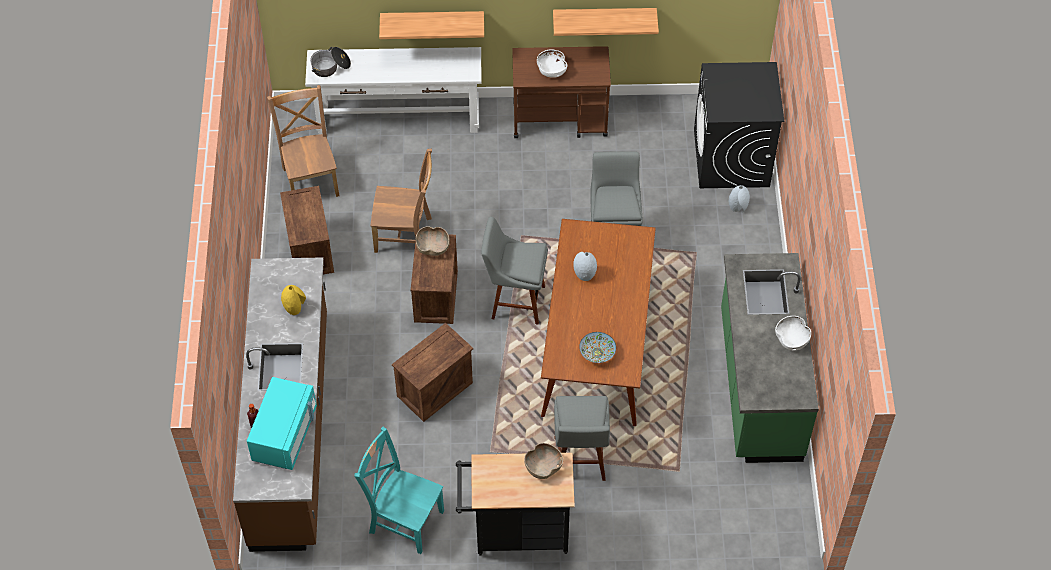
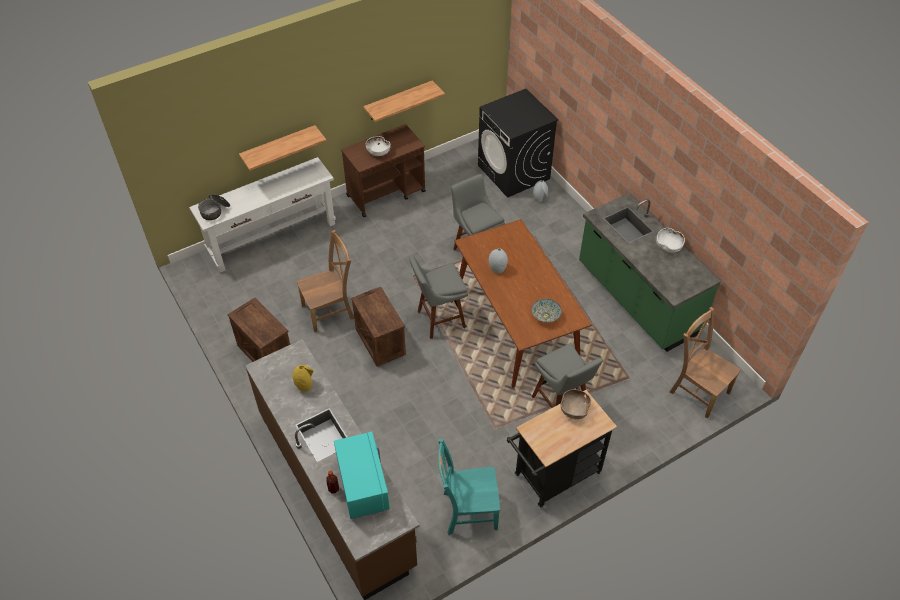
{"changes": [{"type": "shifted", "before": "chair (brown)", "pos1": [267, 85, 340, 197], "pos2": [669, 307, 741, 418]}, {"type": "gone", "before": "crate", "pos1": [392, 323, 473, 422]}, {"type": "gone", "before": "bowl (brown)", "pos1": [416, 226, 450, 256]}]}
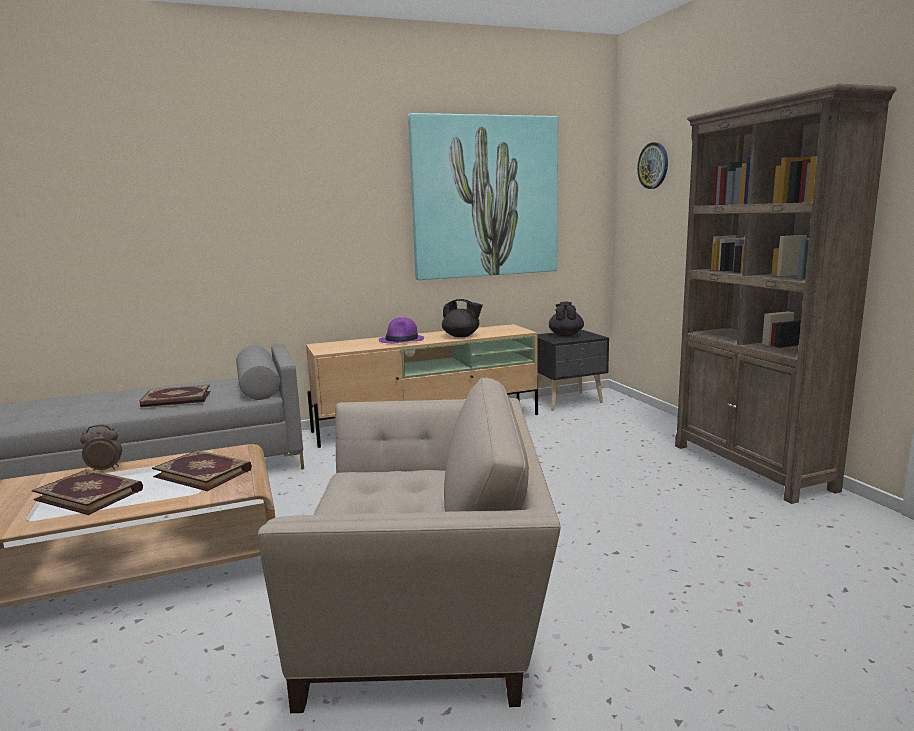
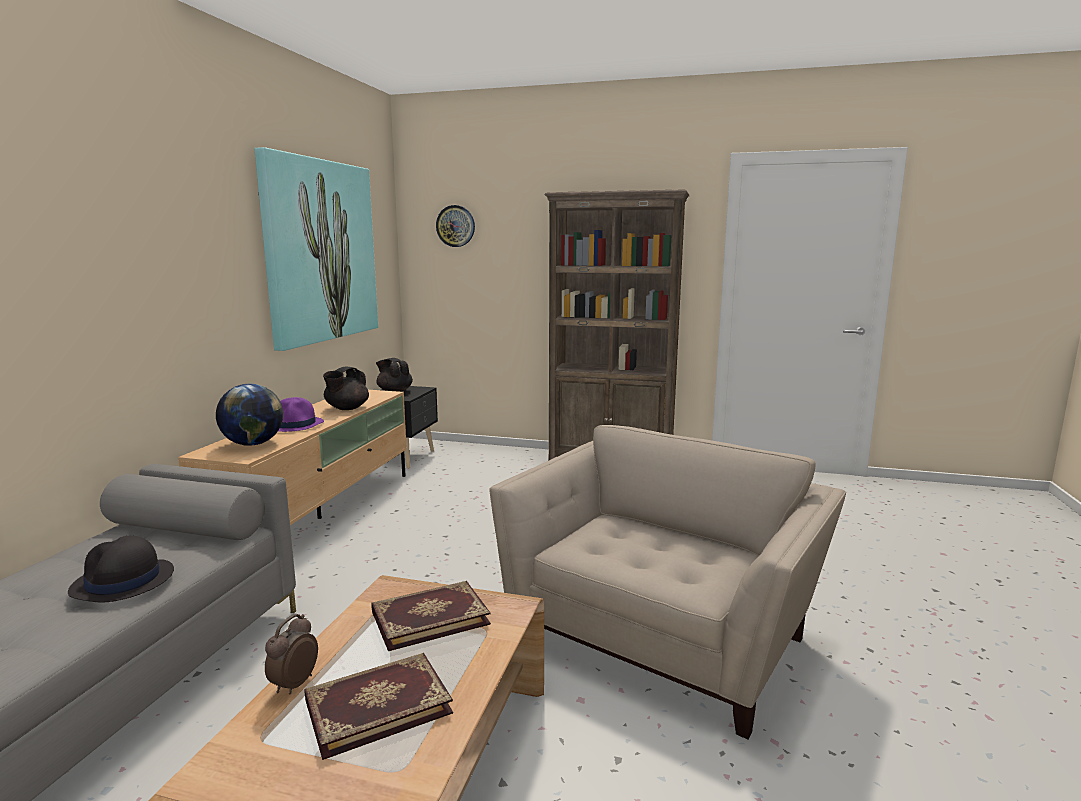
{"changes": [{"type": "swapped", "before": "book", "after": "hat (black)", "pos1": [140, 385, 211, 407], "pos2": [68, 536, 174, 603]}, {"type": "new", "after": "globe", "pos2": [216, 384, 283, 446]}, {"type": "rotated", "before": "teapot (black)", "pos1": [442, 299, 483, 337], "pos2": [323, 366, 369, 410], "turn": 150}]}
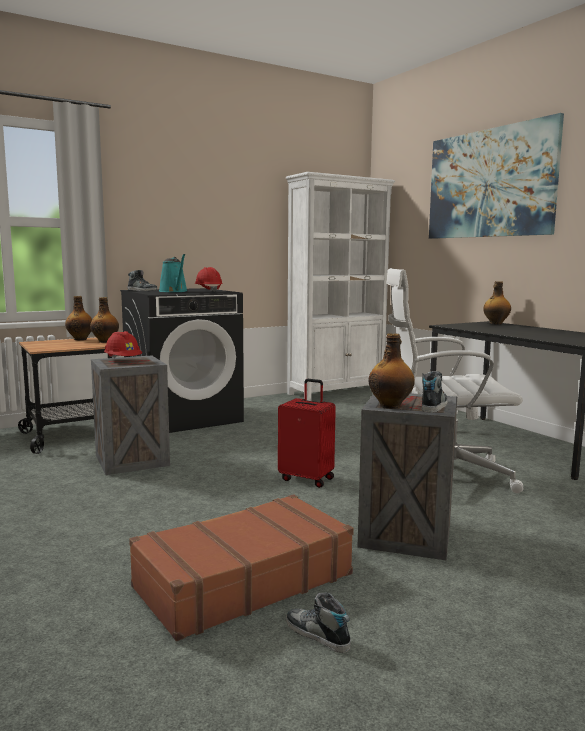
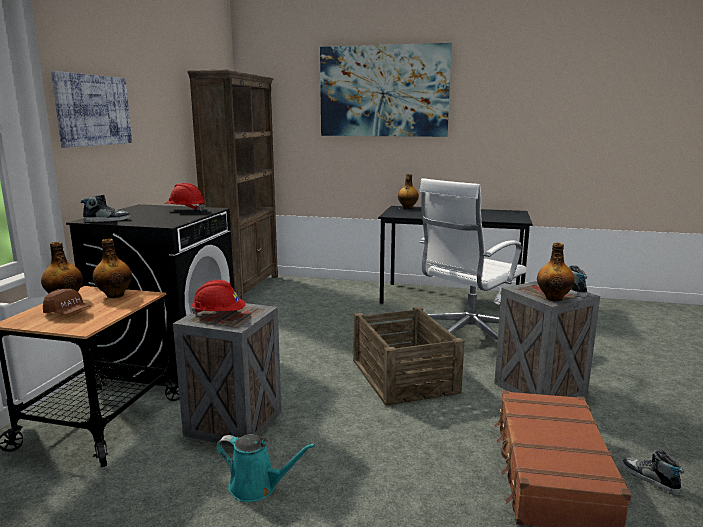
{"changes": [{"type": "new", "after": "cap (brown)", "pos2": [43, 288, 91, 315]}, {"type": "new", "after": "picture", "pos2": [51, 71, 132, 148]}, {"type": "repainted", "before": "bookcase (white)", "after": "bookcase (brown)", "pos1": [286, 172, 395, 401], "pos2": [188, 70, 278, 301]}, {"type": "shifted", "before": "watering can (turquoise)", "pos1": [159, 254, 188, 292], "pos2": [216, 434, 315, 502]}, {"type": "swapped", "before": "suitcase (red)", "after": "crate", "pos1": [278, 379, 336, 488], "pos2": [353, 307, 464, 406]}, {"type": "rotated", "before": "shoe", "pos1": [286, 592, 351, 653], "pos2": [622, 449, 684, 495], "turn": 60}]}
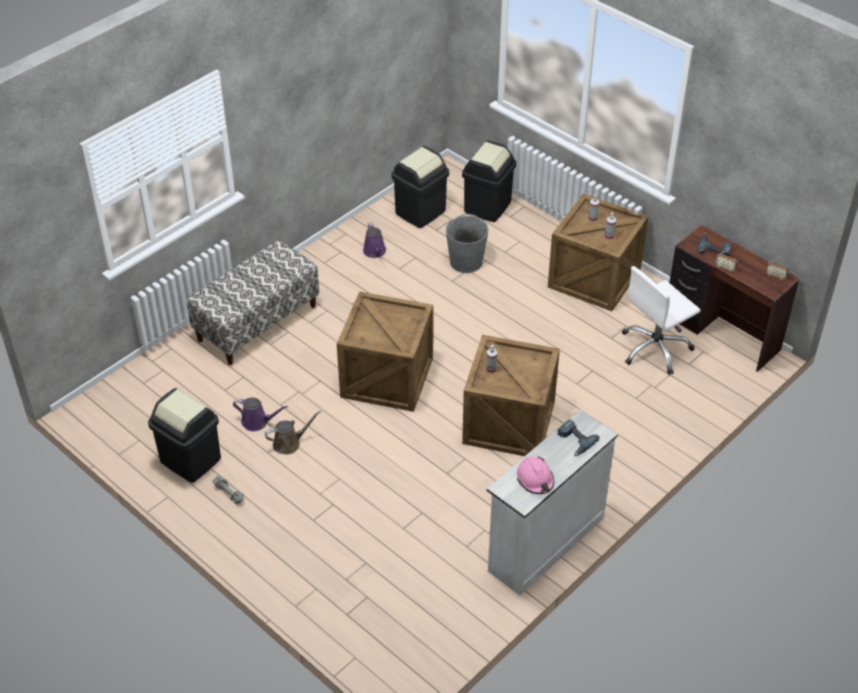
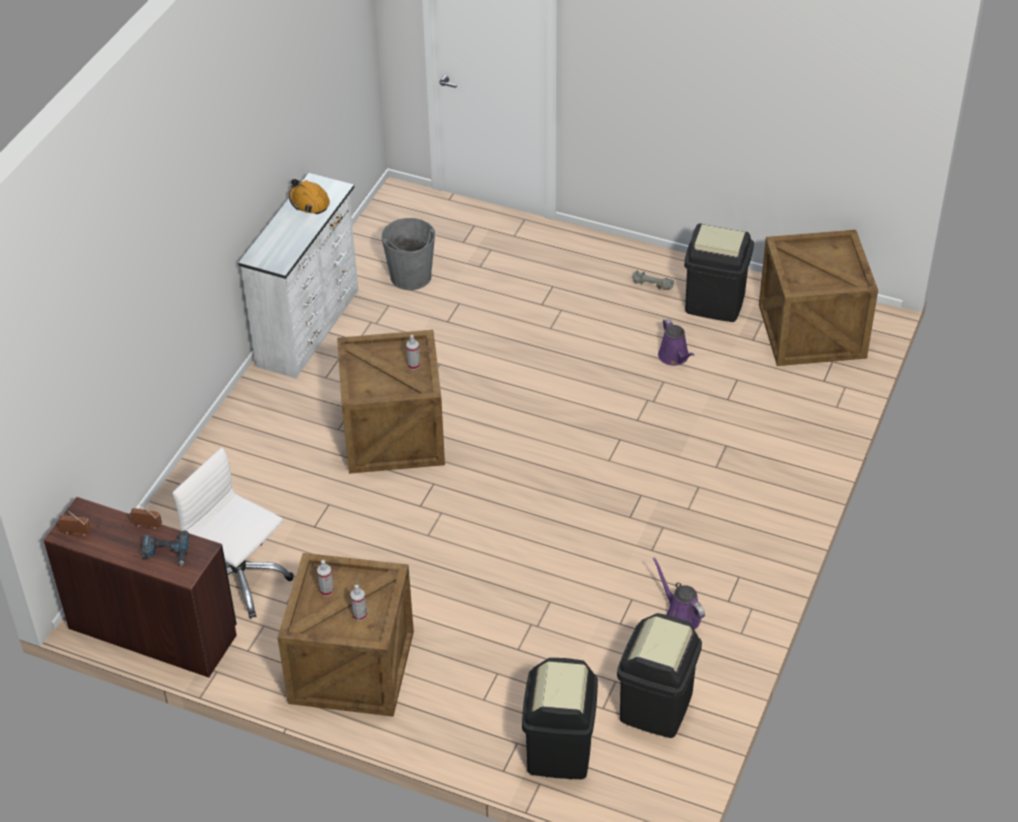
{"changes": [{"type": "rotated", "before": "office chair (white)", "pos1": [622, 266, 701, 375], "pos2": [173, 448, 293, 619], "turn": -90}, {"type": "repainted", "before": "hard hat (pink)", "after": "hard hat (orange)", "pos1": [517, 456, 554, 494], "pos2": [289, 179, 330, 214]}, {"type": "shifted", "before": "bucket (grey)", "pos1": [446, 214, 489, 273], "pos2": [381, 218, 435, 290]}, {"type": "rotated", "before": "watering can (purple)", "pos1": [233, 397, 288, 432], "pos2": [658, 318, 694, 366], "turn": -105}, {"type": "shifted", "before": "crate", "pos1": [337, 291, 433, 412], "pos2": [759, 230, 878, 366]}, {"type": "gone", "before": "bench", "pos1": [187, 240, 319, 365]}, {"type": "gone", "before": "watering can (brown)", "pos1": [265, 411, 321, 455]}, {"type": "gone", "before": "power drill", "pos1": [557, 419, 599, 456]}]}
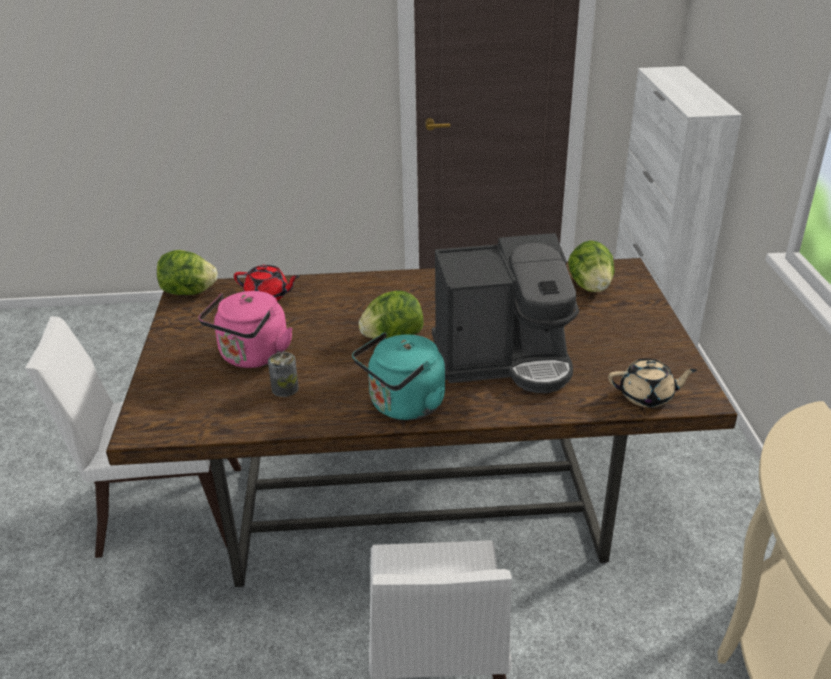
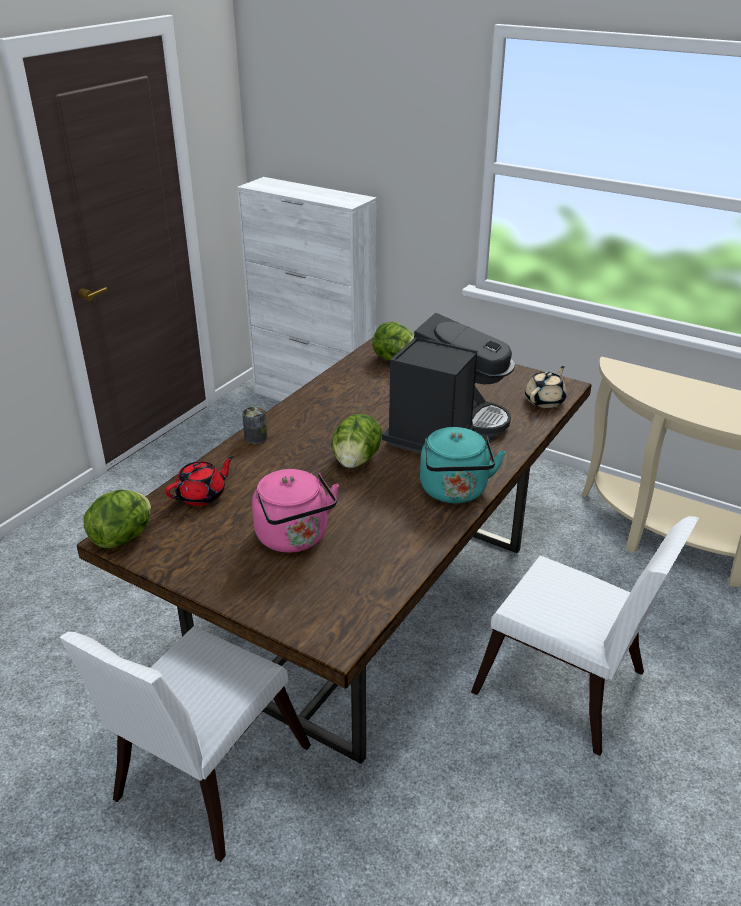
{"changes": [{"type": "shifted", "before": "can", "pos1": [268, 352, 299, 397], "pos2": [242, 406, 267, 444]}]}
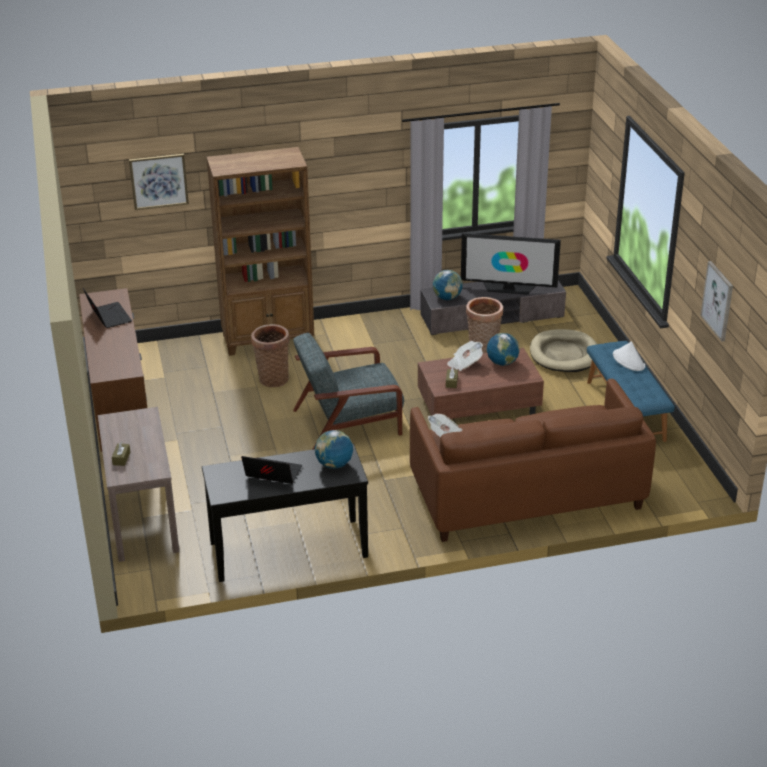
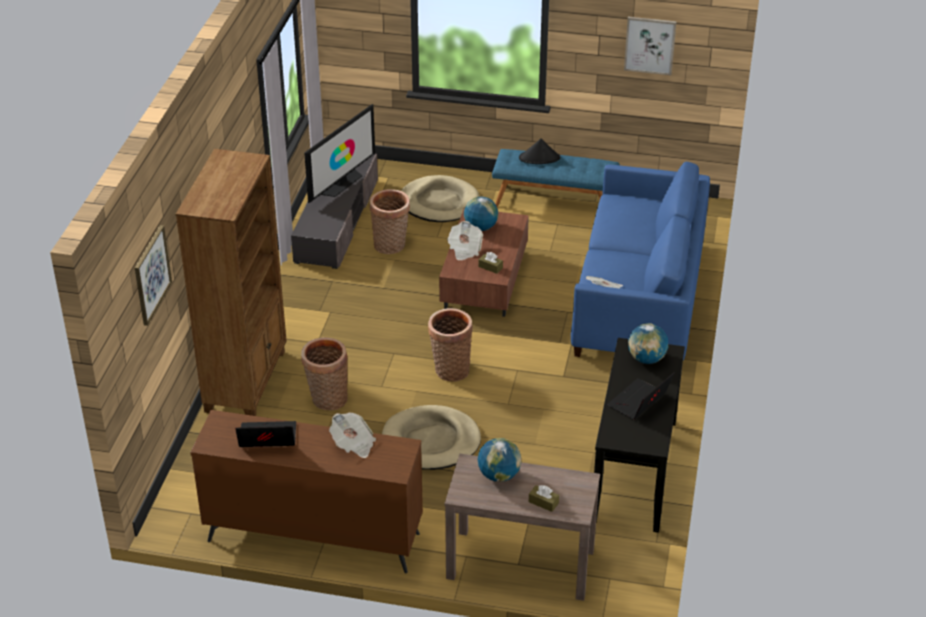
{"changes": [{"type": "new", "after": "newspaper", "pos2": [329, 413, 376, 458]}, {"type": "new", "after": "dog bed (beige)", "pos2": [382, 405, 481, 470]}, {"type": "swapped", "before": "armchair (grey)", "after": "basket", "pos1": [293, 332, 404, 450], "pos2": [428, 308, 473, 382]}, {"type": "shifted", "before": "globe", "pos1": [433, 270, 463, 300], "pos2": [478, 438, 522, 482]}, {"type": "repainted", "before": "hat (white)", "after": "hat (black)", "pos1": [613, 341, 645, 371], "pos2": [519, 139, 560, 164]}, {"type": "repainted", "before": "sofa (brown)", "after": "sofa (blue)", "pos1": [410, 379, 656, 542], "pos2": [571, 162, 710, 360]}]}
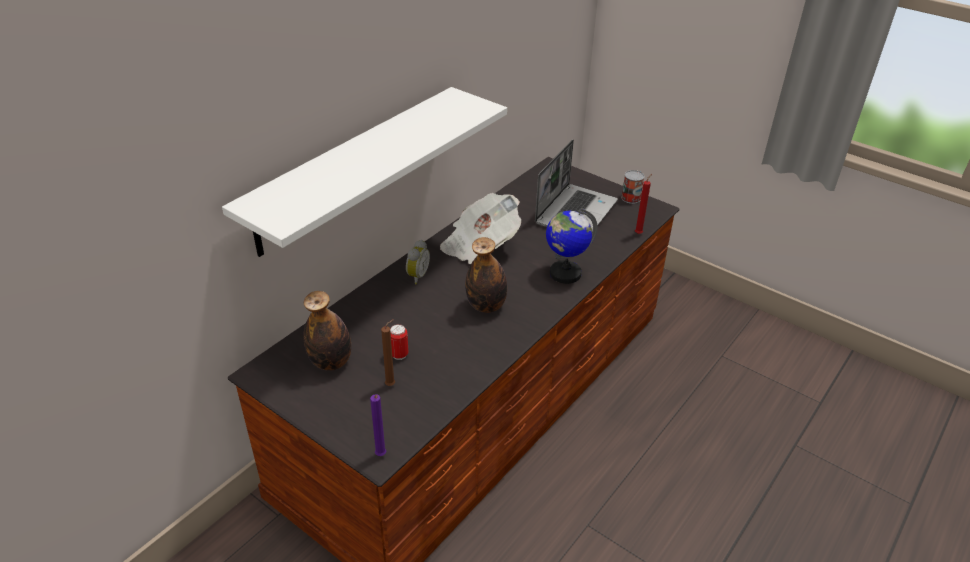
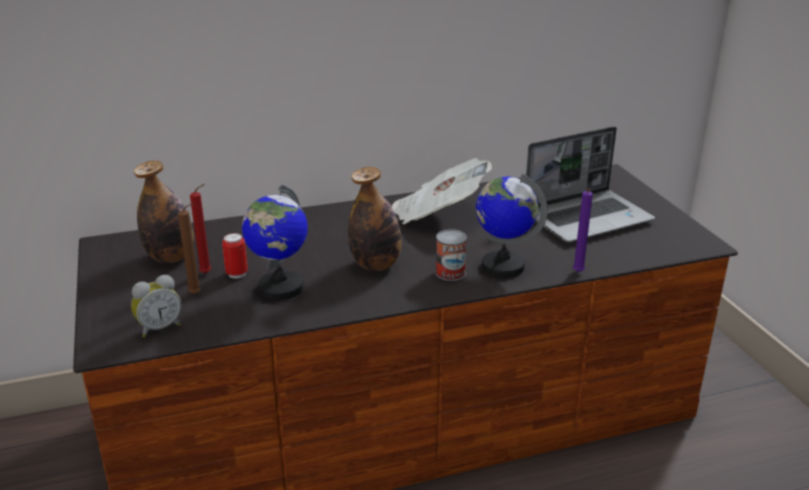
{"changes": [{"type": "shifted", "before": "alarm clock", "pos1": [406, 240, 430, 284], "pos2": [131, 275, 182, 338]}, {"type": "shifted", "before": "candle (red)", "pos1": [635, 174, 652, 234], "pos2": [190, 184, 211, 274]}, {"type": "new", "after": "globe", "pos2": [242, 185, 308, 300]}, {"type": "shifted", "before": "can", "pos1": [621, 170, 645, 204], "pos2": [436, 229, 467, 281]}, {"type": "shifted", "before": "candle (purple)", "pos1": [370, 394, 386, 456], "pos2": [573, 188, 593, 272]}, {"type": "gone", "before": "shelf (white)", "pos1": [222, 87, 507, 257]}]}
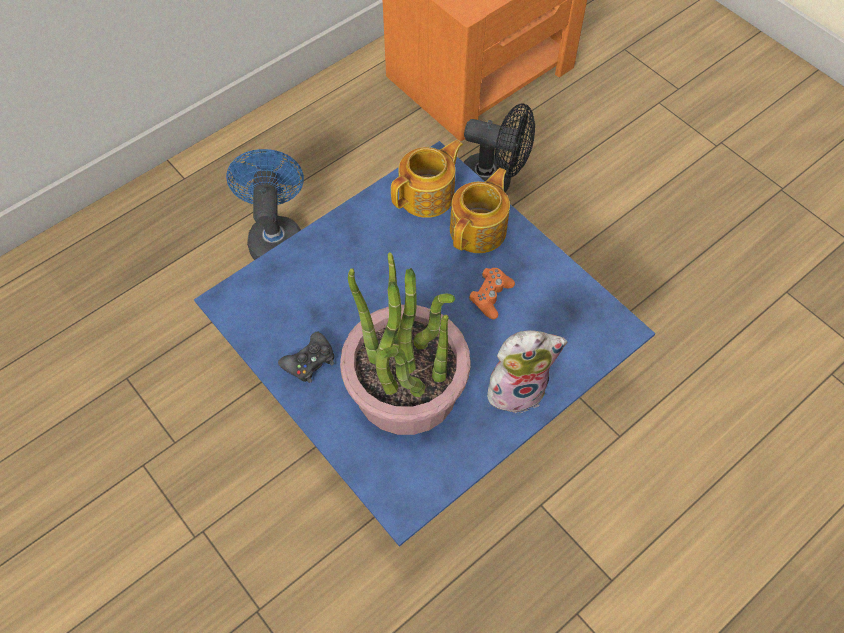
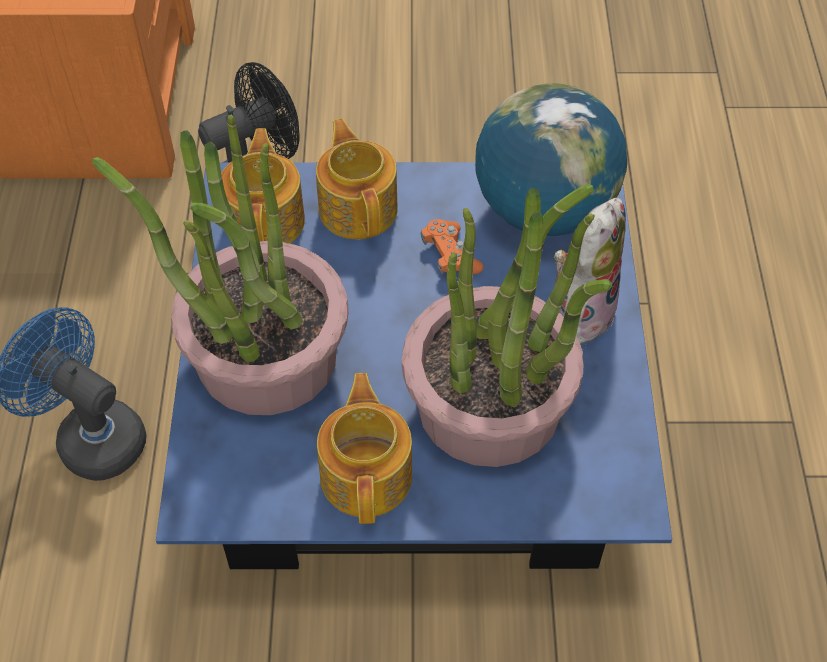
{"changes": [{"type": "new", "after": "potted plant", "pos2": [93, 114, 349, 415]}, {"type": "swapped", "before": "game controller (black)", "after": "teapot", "pos1": [278, 332, 334, 383], "pos2": [317, 373, 412, 524]}, {"type": "new", "after": "globe", "pos2": [475, 83, 627, 236]}]}
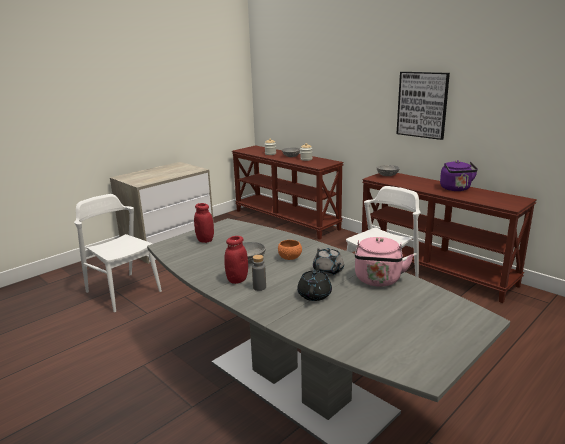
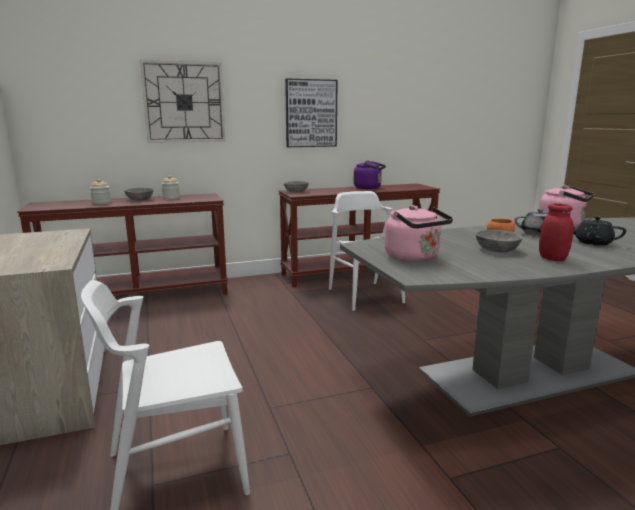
{"changes": [{"type": "new", "after": "wall clock", "pos2": [140, 60, 226, 143]}, {"type": "swapped", "before": "jar (red)", "after": "kettle (pink)", "pos1": [194, 203, 214, 243], "pos2": [385, 205, 453, 262]}, {"type": "gone", "before": "bottle (grey)", "pos1": [252, 255, 266, 291]}]}
